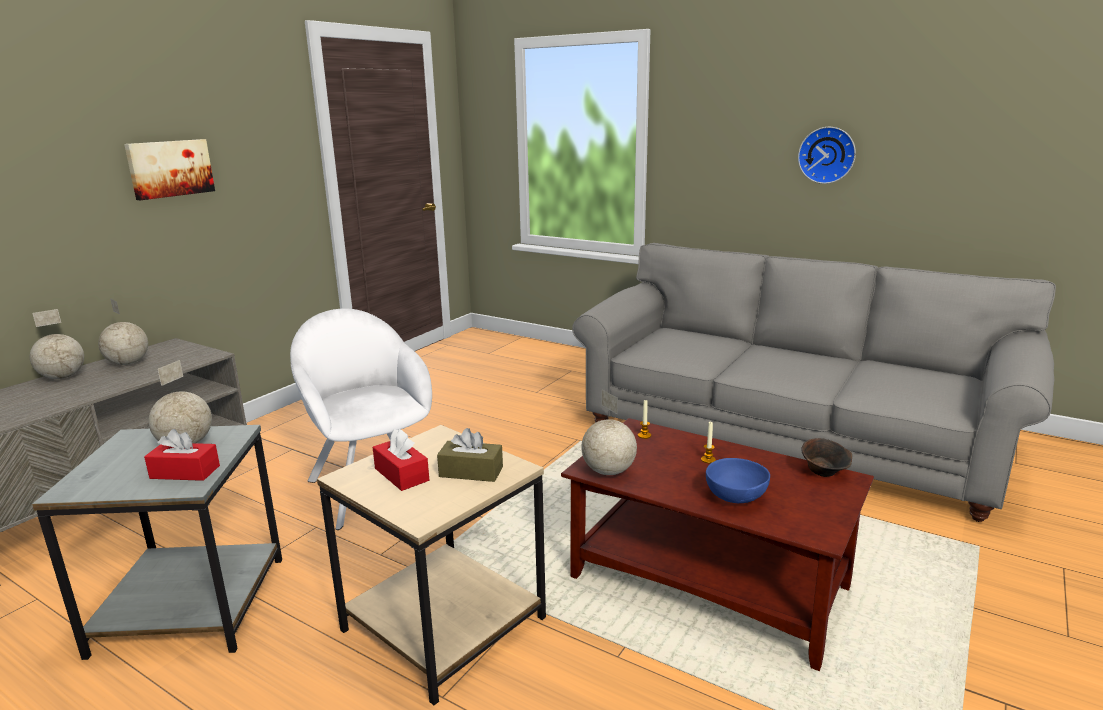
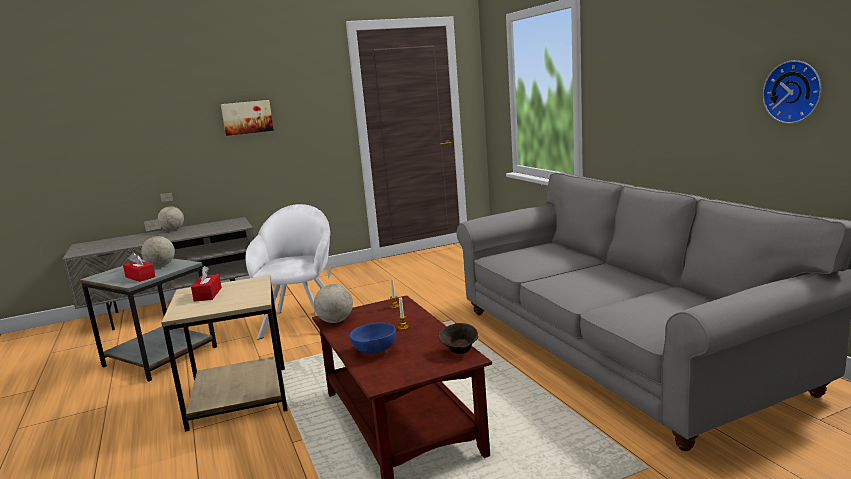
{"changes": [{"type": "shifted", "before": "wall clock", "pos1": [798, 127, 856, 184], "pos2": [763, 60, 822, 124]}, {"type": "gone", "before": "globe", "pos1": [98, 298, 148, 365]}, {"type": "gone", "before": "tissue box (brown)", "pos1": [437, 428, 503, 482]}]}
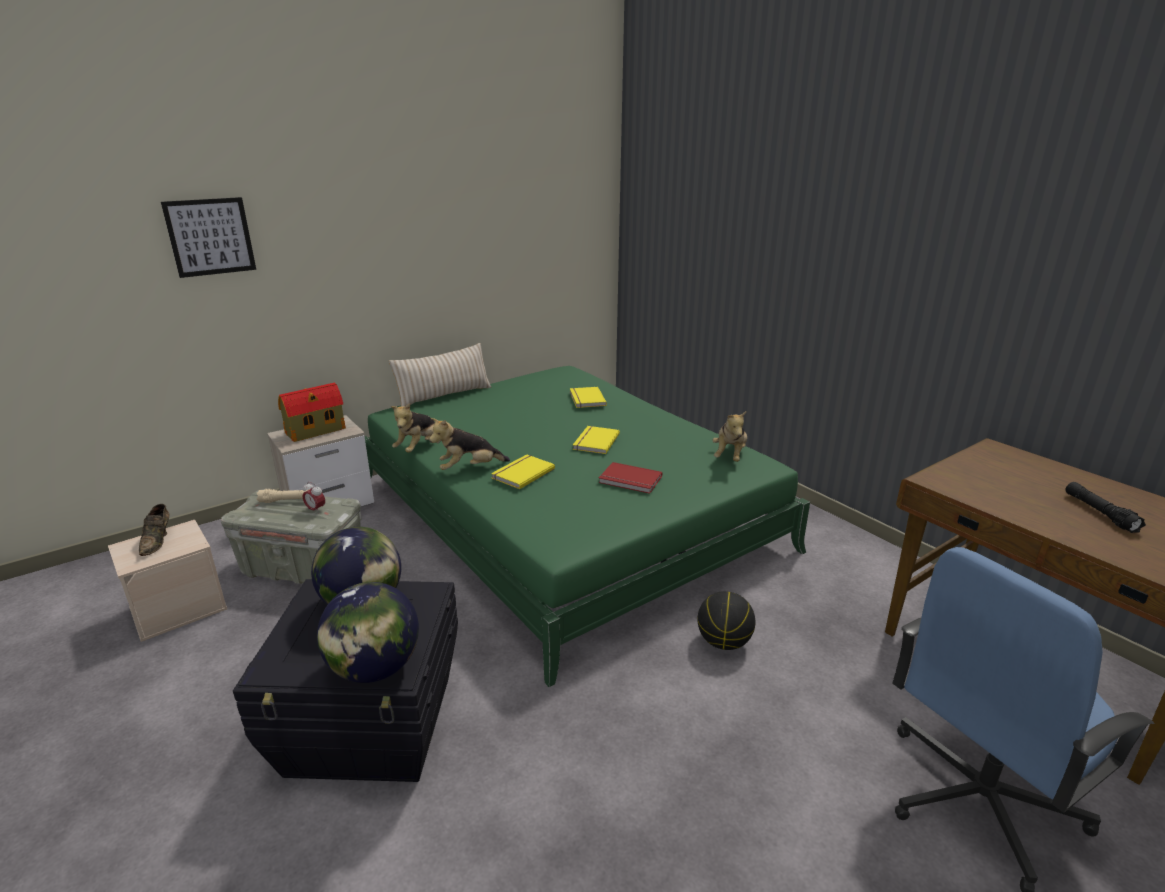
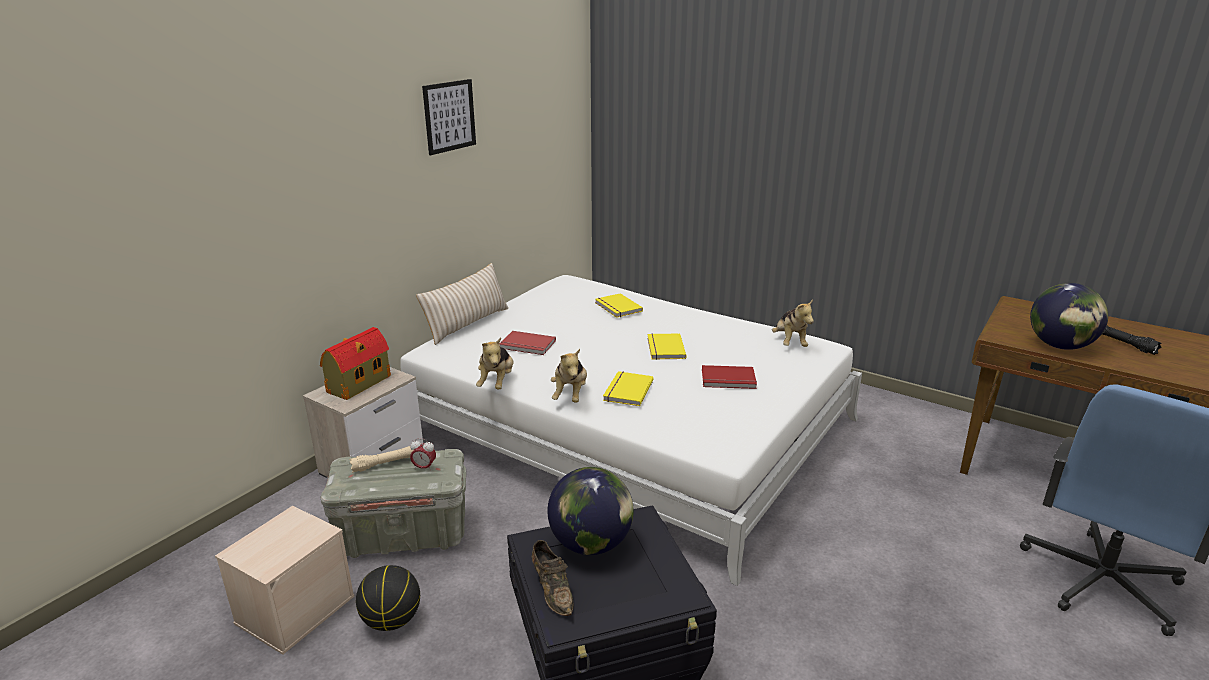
{"changes": [{"type": "shifted", "before": "basketball", "pos1": [697, 591, 755, 650], "pos2": [356, 565, 420, 631]}, {"type": "repainted", "before": "bed (green)", "after": "bed (white)", "pos1": [365, 366, 810, 687], "pos2": [400, 275, 862, 586]}, {"type": "shifted", "before": "picture", "pos1": [161, 197, 256, 278], "pos2": [422, 79, 476, 155]}, {"type": "new", "after": "book (red)", "pos2": [499, 331, 556, 355]}, {"type": "shifted", "before": "shoe (brown)", "pos1": [139, 504, 170, 556], "pos2": [532, 540, 573, 616]}, {"type": "rotated", "before": "plush toy", "pos1": [429, 418, 510, 470], "pos2": [551, 349, 587, 403], "turn": -45}, {"type": "shifted", "before": "globe", "pos1": [317, 582, 419, 683], "pos2": [1030, 283, 1108, 350]}]}
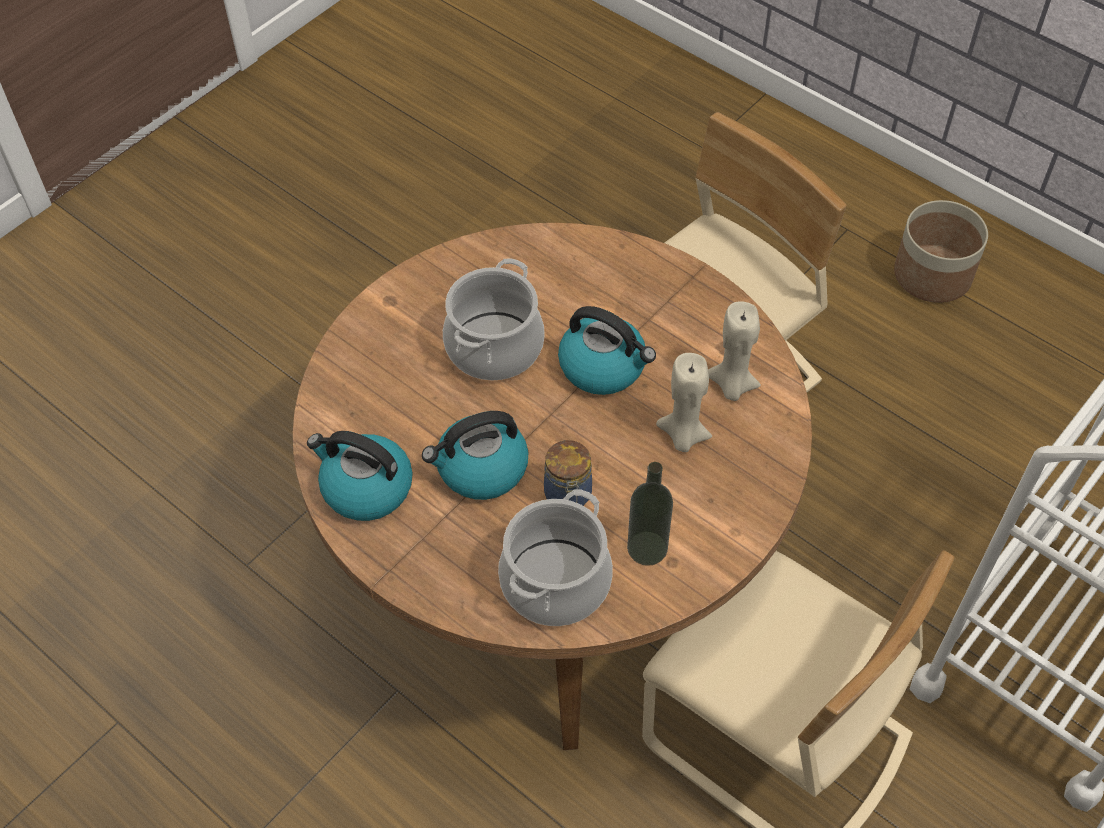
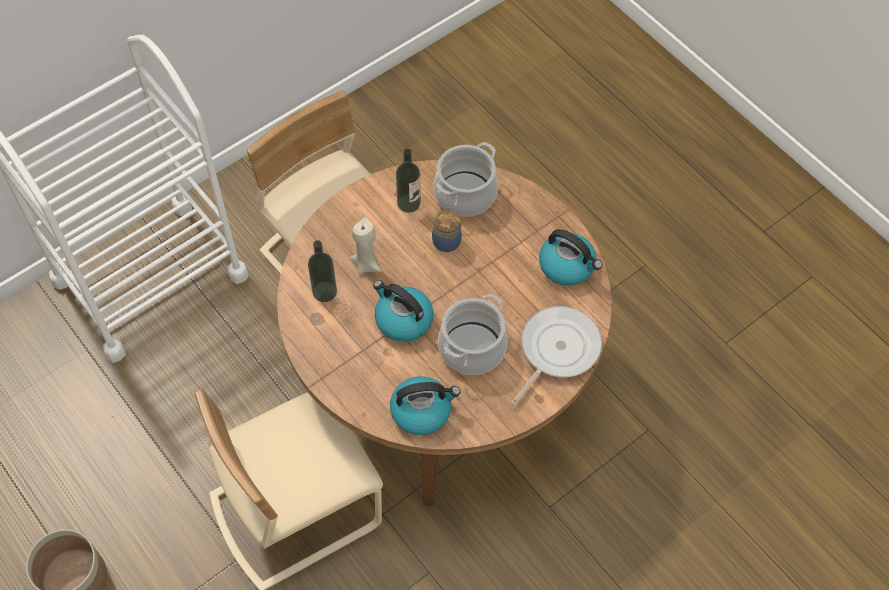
{"changes": [{"type": "swapped", "before": "candle (beige)", "after": "bottle", "pos1": [708, 301, 761, 401], "pos2": [308, 240, 337, 302]}, {"type": "shifted", "before": "kettle", "pos1": [422, 411, 528, 500], "pos2": [390, 376, 460, 435]}, {"type": "new", "after": "frying pan", "pos2": [511, 306, 602, 406]}]}
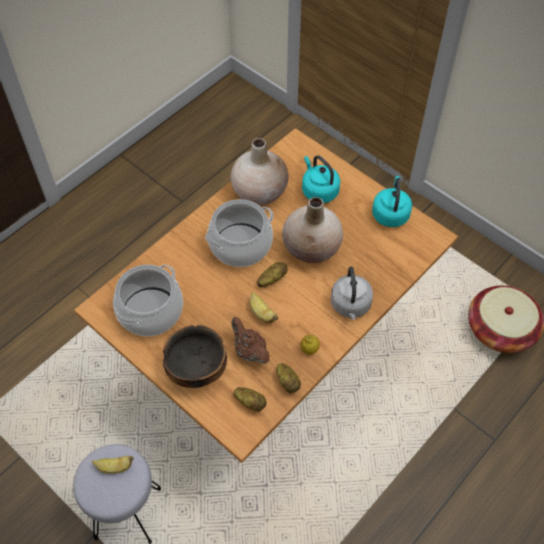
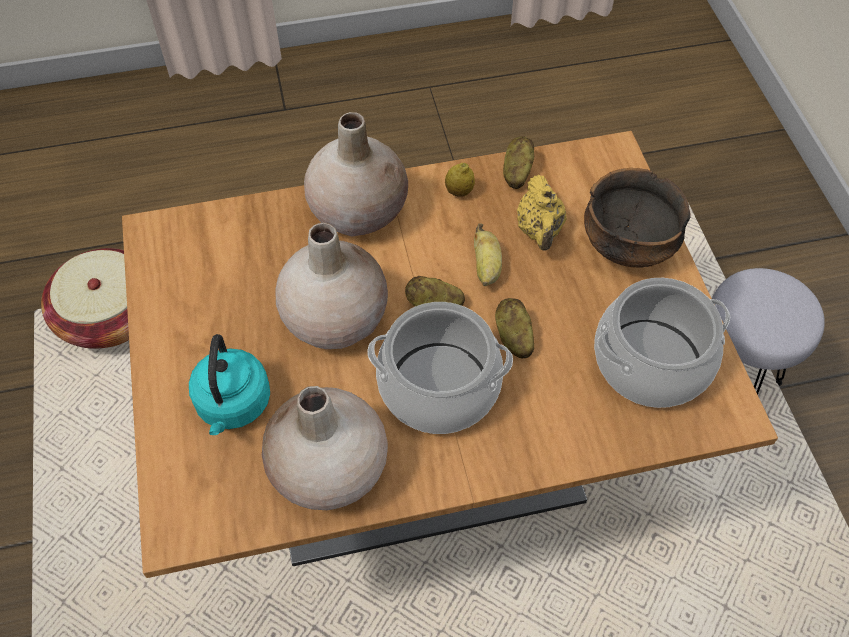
{"changes": [{"type": "swapped", "before": "kettle (grey)", "after": "vase (beige)", "pos1": [331, 267, 373, 320], "pos2": [304, 112, 408, 236]}, {"type": "shifted", "before": "potato", "pos1": [234, 387, 267, 412], "pos2": [495, 298, 534, 358]}, {"type": "repainted", "before": "teapot (brown)", "after": "teapot (yellow)", "pos1": [231, 317, 270, 364], "pos2": [517, 175, 567, 251]}, {"type": "gone", "before": "banana", "pos1": [92, 456, 134, 474]}, {"type": "gone", "before": "kettle (turquoise)", "pos1": [372, 176, 412, 227]}]}
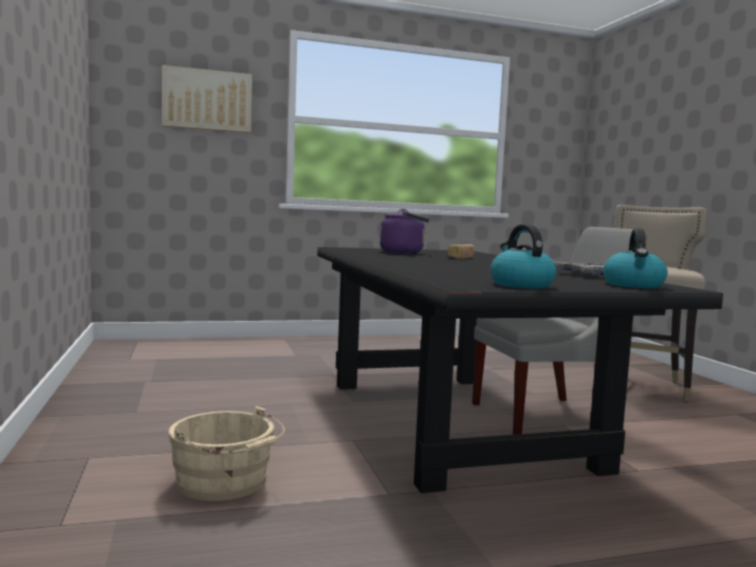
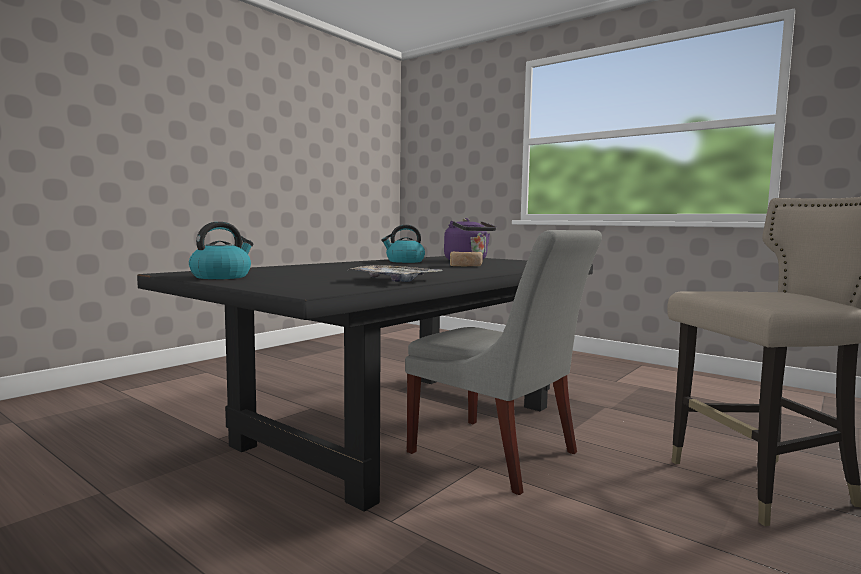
{"changes": [{"type": "shifted", "before": "kettle", "pos1": [603, 228, 668, 288], "pos2": [381, 225, 425, 263]}, {"type": "gone", "before": "picture", "pos1": [162, 65, 252, 133]}, {"type": "gone", "before": "bucket (beige)", "pos1": [168, 406, 285, 501]}]}
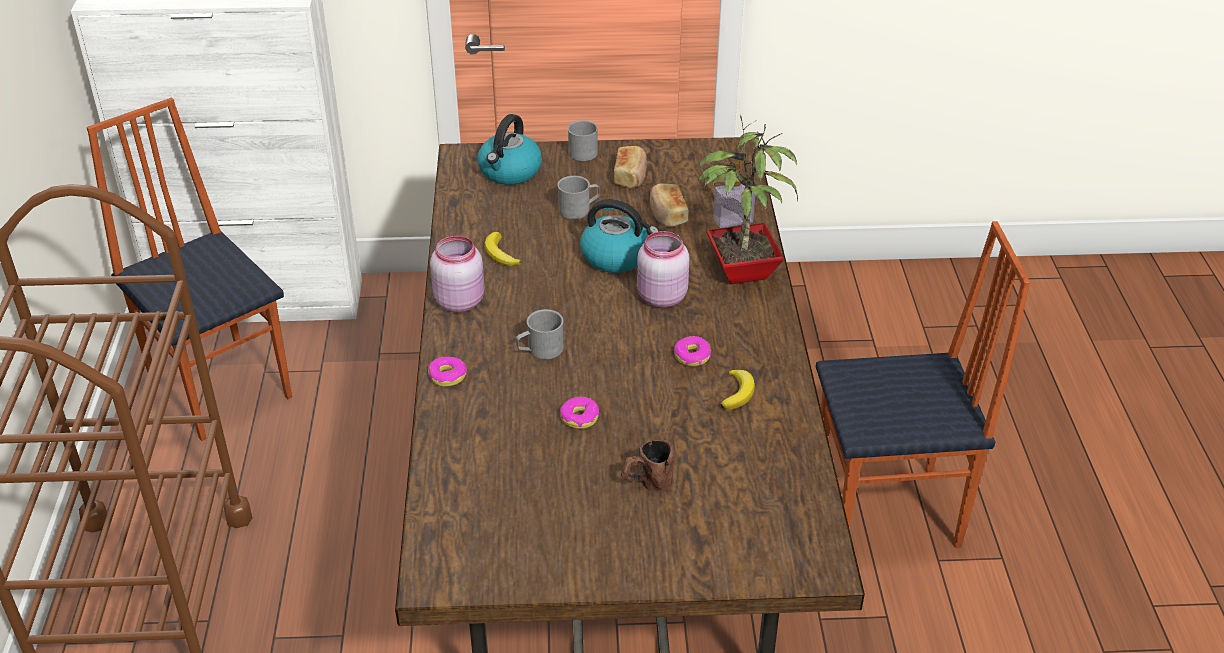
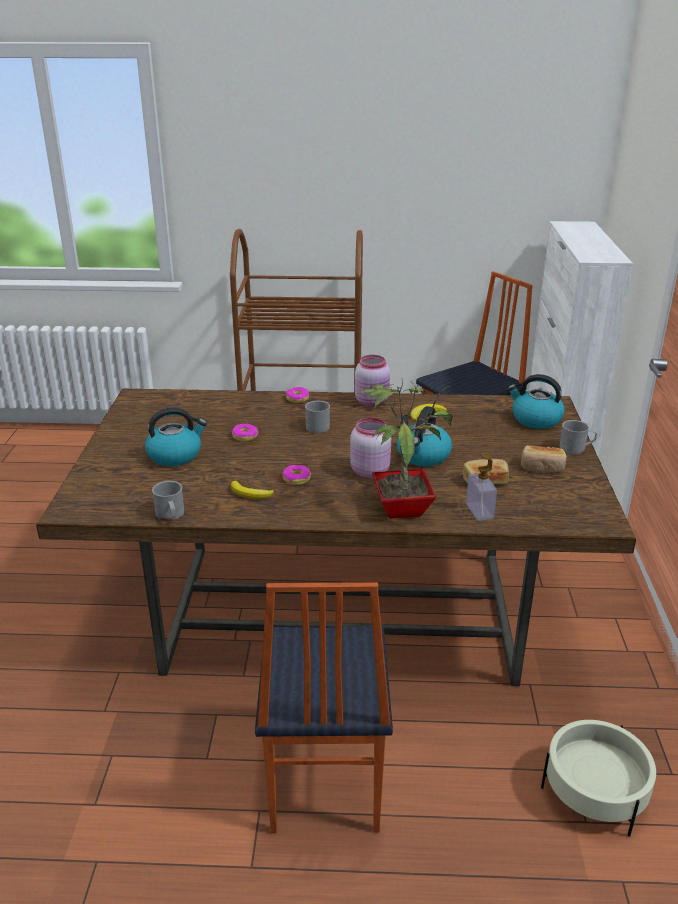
{"changes": [{"type": "swapped", "before": "mug (brown)", "after": "kettle", "pos1": [621, 440, 676, 492], "pos2": [145, 407, 207, 466]}, {"type": "shifted", "before": "mug (grey)", "pos1": [557, 176, 600, 219], "pos2": [152, 481, 184, 521]}, {"type": "new", "after": "planter (beige)", "pos2": [541, 720, 656, 837]}]}
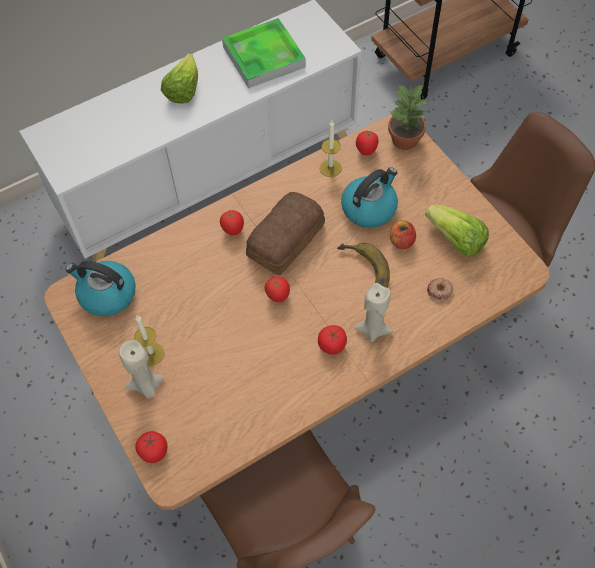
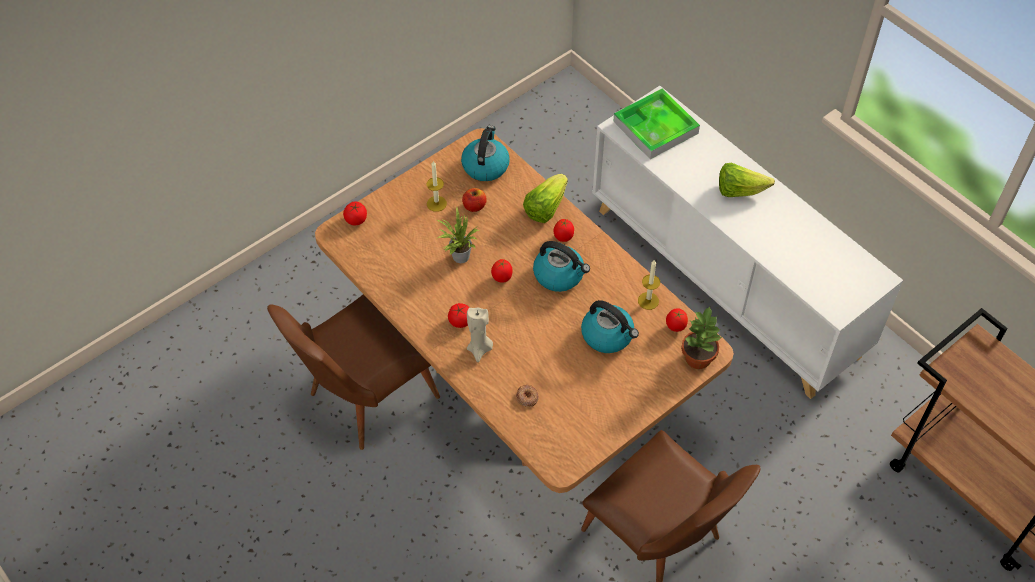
{"changes": [{"type": "new", "after": "potted plant", "pos2": [435, 206, 479, 263]}, {"type": "shifted", "before": "apple", "pos1": [390, 220, 416, 249], "pos2": [462, 188, 487, 212]}, {"type": "shifted", "before": "lettuce", "pos1": [425, 205, 489, 257], "pos2": [523, 174, 568, 223]}, {"type": "swapped", "before": "bread", "after": "kettle", "pos1": [246, 192, 325, 275], "pos2": [533, 241, 590, 292]}, {"type": "shifted", "before": "tray", "pos1": [222, 18, 306, 88], "pos2": [613, 89, 700, 159]}, {"type": "gone", "before": "candle (beige)", "pos1": [119, 340, 165, 398]}, {"type": "gone", "before": "banana", "pos1": [337, 243, 390, 288]}]}
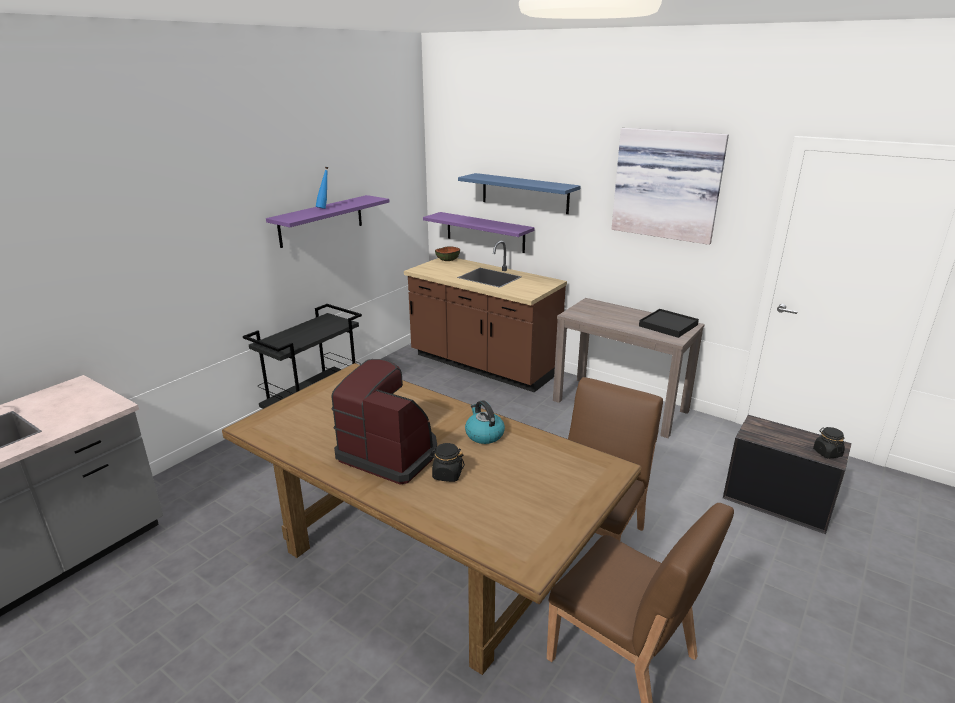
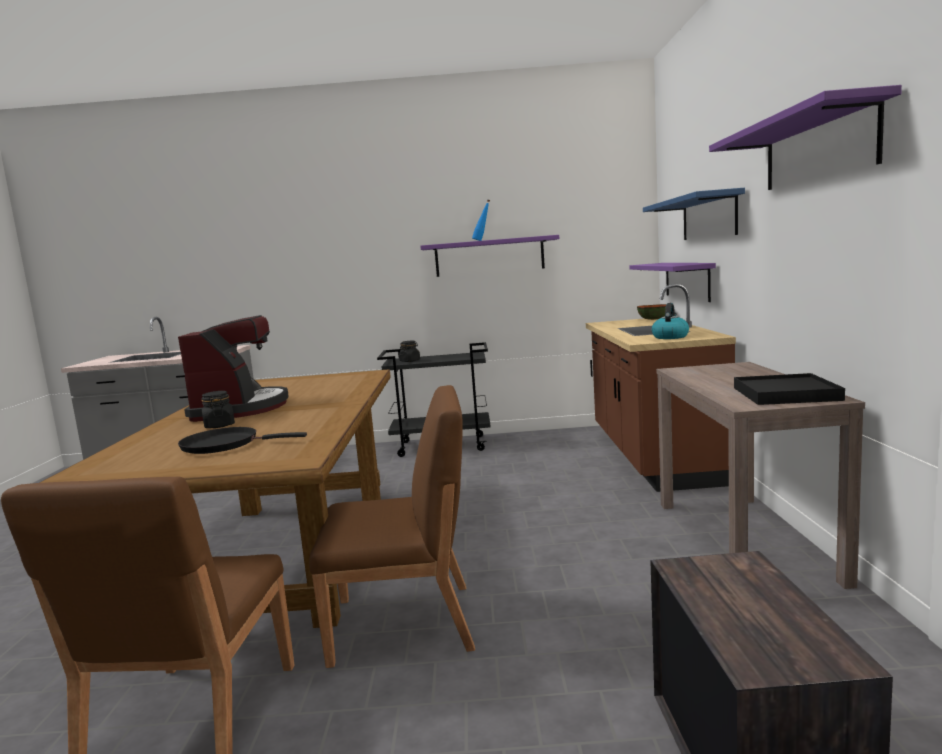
{"changes": [{"type": "new", "after": "frying pan (black)", "pos2": [178, 427, 307, 454]}, {"type": "shifted", "before": "jar (black)", "pos1": [813, 427, 845, 459], "pos2": [399, 341, 420, 362]}, {"type": "shifted", "before": "kettle", "pos1": [465, 400, 505, 444], "pos2": [652, 303, 689, 339]}, {"type": "swapped", "before": "picture", "after": "shelf (purple)", "pos1": [612, 128, 729, 245], "pos2": [709, 85, 902, 190]}]}
